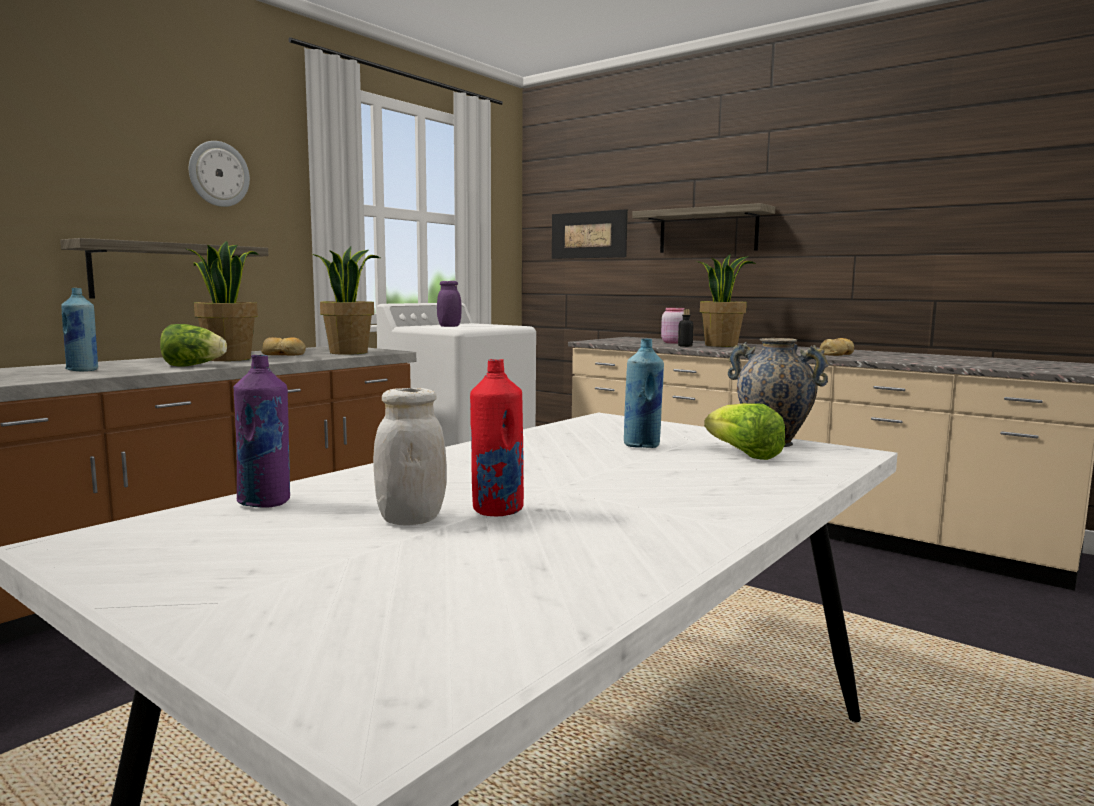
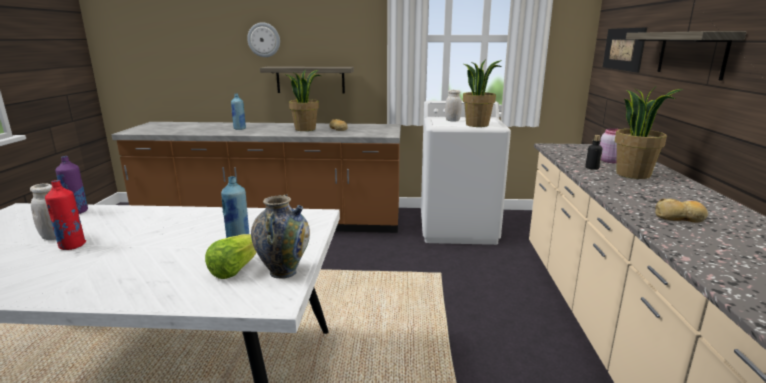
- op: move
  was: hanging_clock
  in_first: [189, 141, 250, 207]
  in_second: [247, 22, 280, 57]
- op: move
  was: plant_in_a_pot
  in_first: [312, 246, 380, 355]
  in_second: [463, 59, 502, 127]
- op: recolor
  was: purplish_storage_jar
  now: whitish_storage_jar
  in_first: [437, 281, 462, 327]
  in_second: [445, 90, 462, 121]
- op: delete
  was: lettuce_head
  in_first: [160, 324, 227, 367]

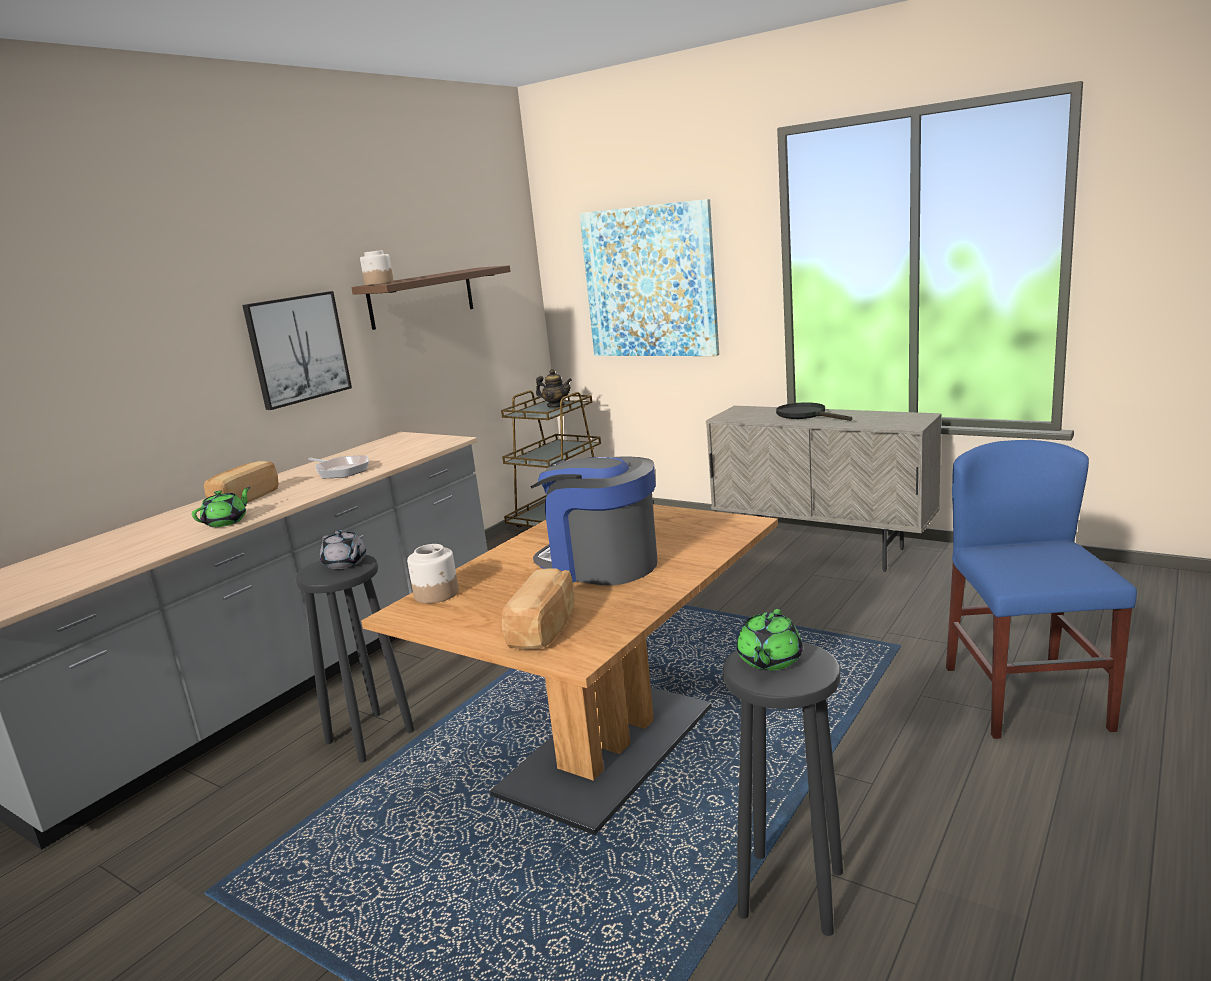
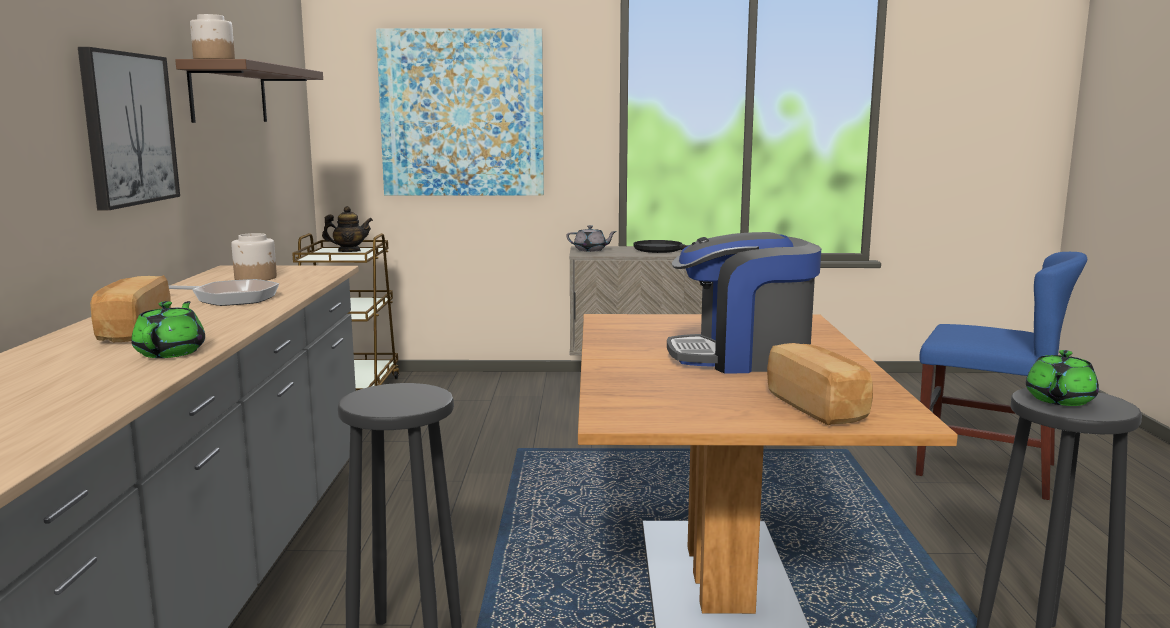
- op: rotate
  was: blue_plain_chair
  in_first: [946, 440, 1137, 739]
  in_second: [916, 252, 1087, 500]
  clockwise: 150
- op: move
  was: greyish_pot_for_tea
  in_first: [320, 530, 366, 569]
  in_second: [566, 225, 617, 252]
- op: move
  was: storage_jar
  in_first: [407, 544, 459, 604]
  in_second: [231, 233, 277, 280]
- op: rotate
  was: greenish_pot_for_tea
  in_first: [737, 609, 803, 670]
  in_second: [1026, 350, 1099, 406]
  clockwise: 45

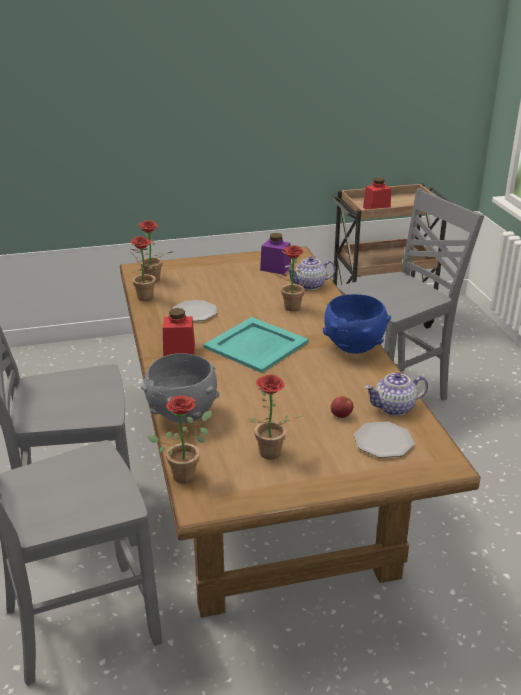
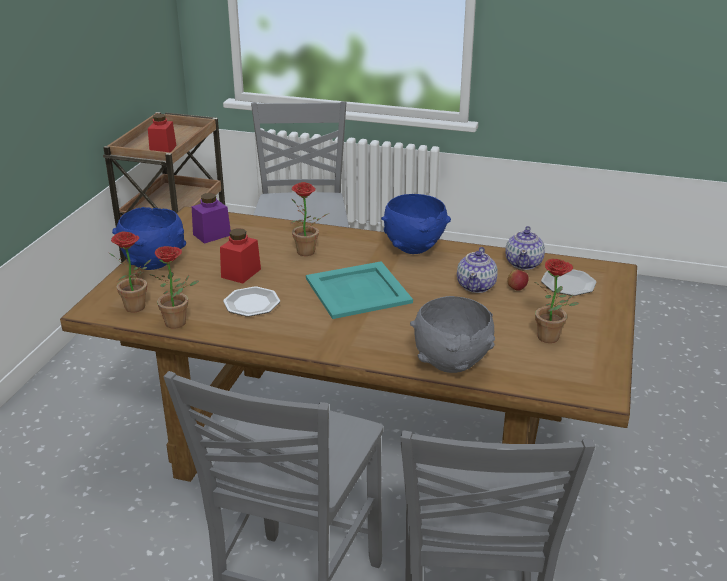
- op: move
  was: pot_for_tea
  in_first: [285, 257, 336, 290]
  in_second: [457, 247, 498, 293]
- op: move
  was: red-coloured_storage_jar
  in_first: [163, 308, 195, 357]
  in_second: [220, 228, 261, 284]
- op: delete
  was: plant_in_a_pot
  in_first: [148, 395, 212, 483]
- op: insert
  now: blue_deep_dish
  in_second: [112, 207, 186, 270]

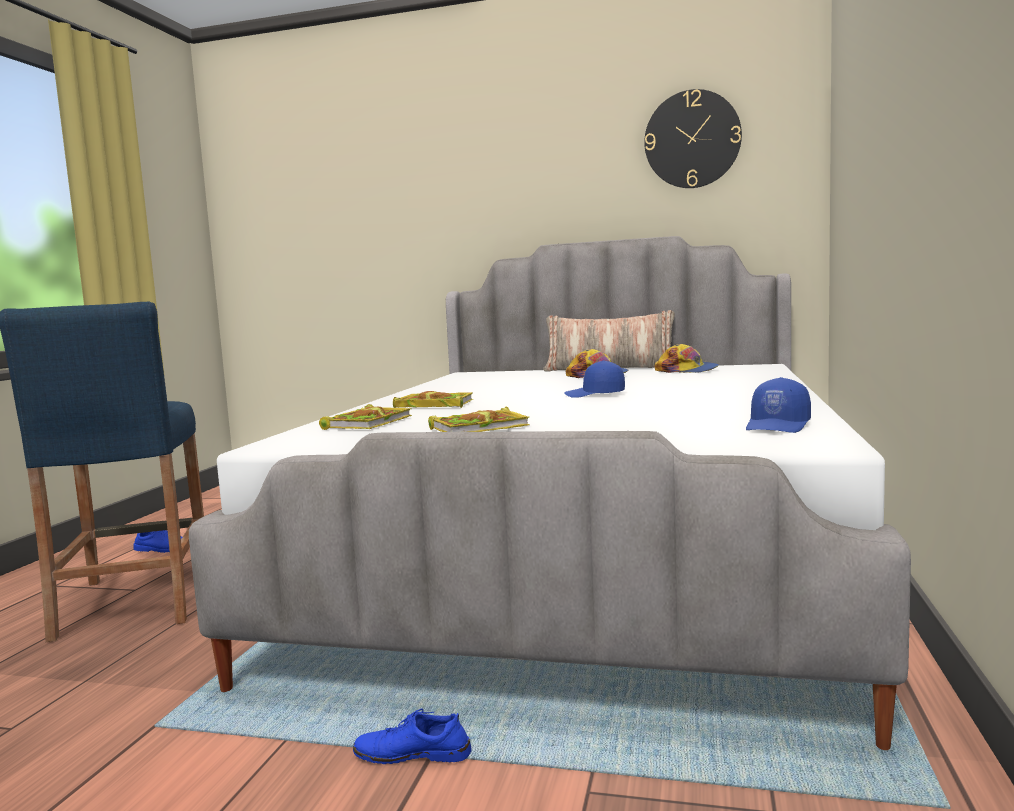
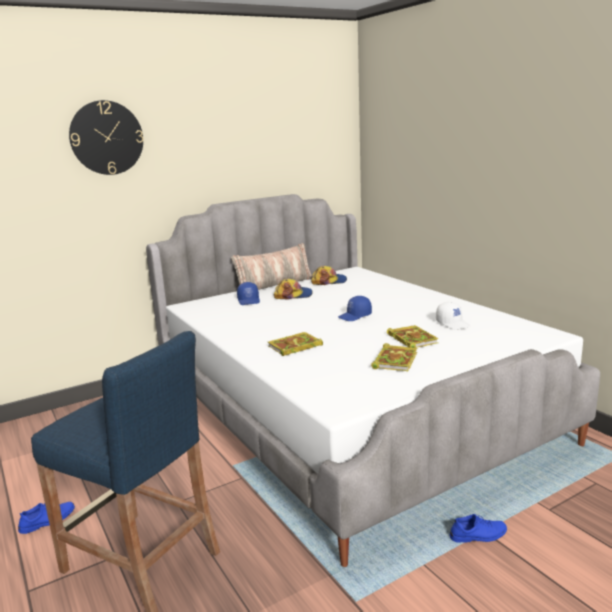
- op: move
  was: hanging_clock
  in_first: [644, 89, 742, 188]
  in_second: [69, 100, 143, 175]
- op: move
  was: blue_cap
  in_first: [746, 377, 811, 433]
  in_second: [237, 282, 260, 305]
- op: move
  was: volume
  in_first: [319, 404, 412, 430]
  in_second: [387, 325, 439, 348]
- op: rotate
  was: blue_item_of_footwear
  in_first: [353, 709, 472, 764]
  in_second: [449, 514, 507, 543]
  clockwise: -150
- op: insert
  now: whitish_cap
  in_second: [436, 302, 470, 330]

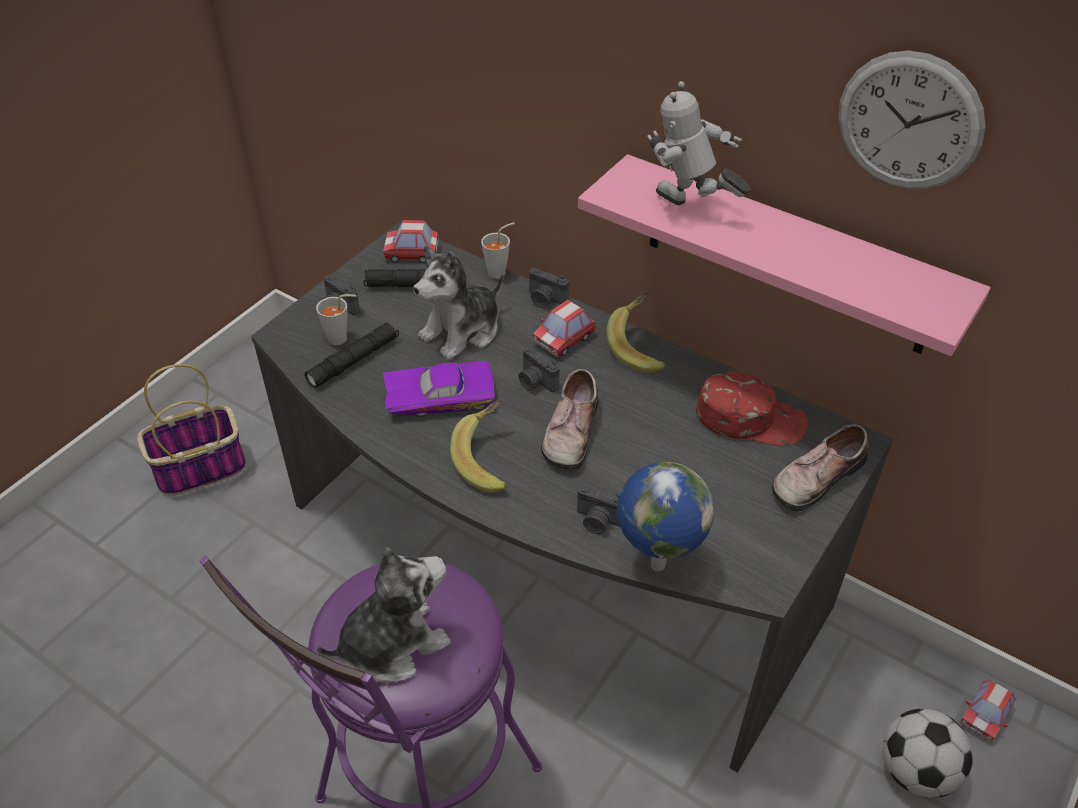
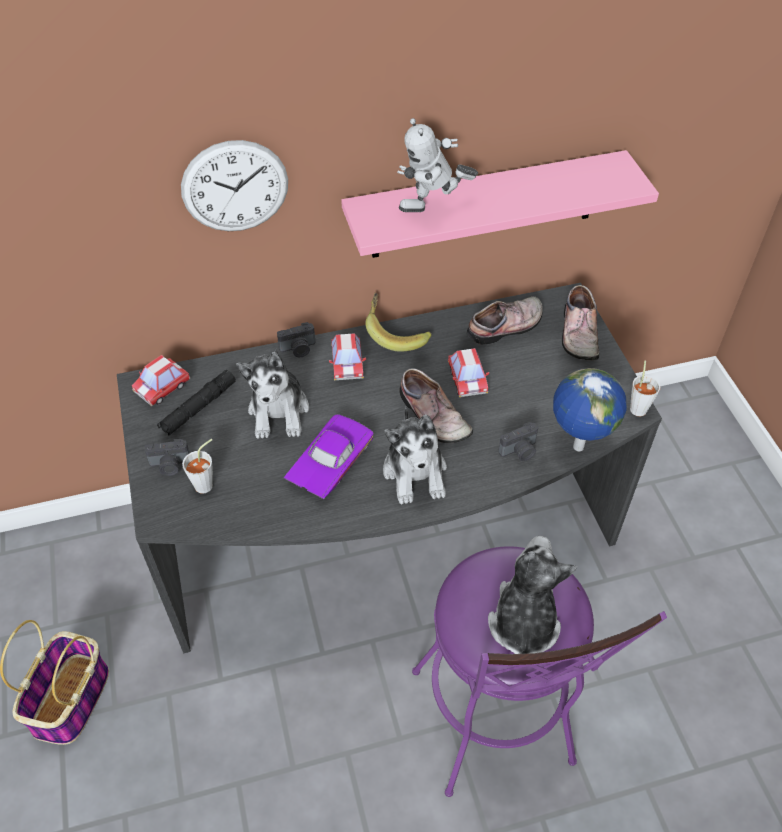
- op: move
  was: hanging_clock
  in_first: [838, 51, 986, 189]
  in_second: [181, 140, 288, 231]
- op: move
  was: greyish_small_cup
  in_first: [481, 222, 515, 279]
  in_second: [630, 361, 660, 416]
- op: delete
  was: blackish_flashlight
  in_first: [305, 322, 399, 388]
- op: delete
  was: photo_camera
  in_first: [519, 346, 559, 392]
- op: replace
  was: red-coloured_cap
  now: item_of_footwear
  in_first: [696, 371, 808, 446]
  in_second: [467, 296, 543, 345]
- op: replace
  was: whole_banana
  now: plush_toy
  in_first: [450, 399, 507, 493]
  in_second: [383, 407, 447, 504]
- op: move
  was: model_car
  in_first: [959, 679, 1017, 743]
  in_second: [448, 348, 489, 397]
- op: delete
  was: football_ball
  in_first: [883, 709, 973, 798]

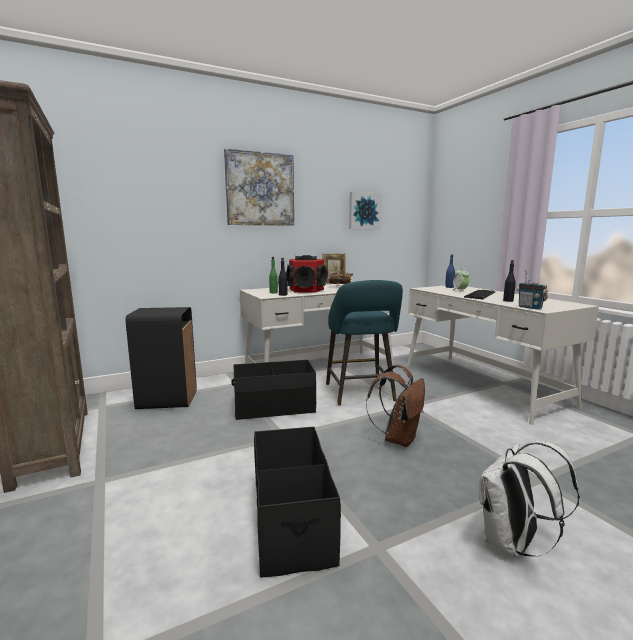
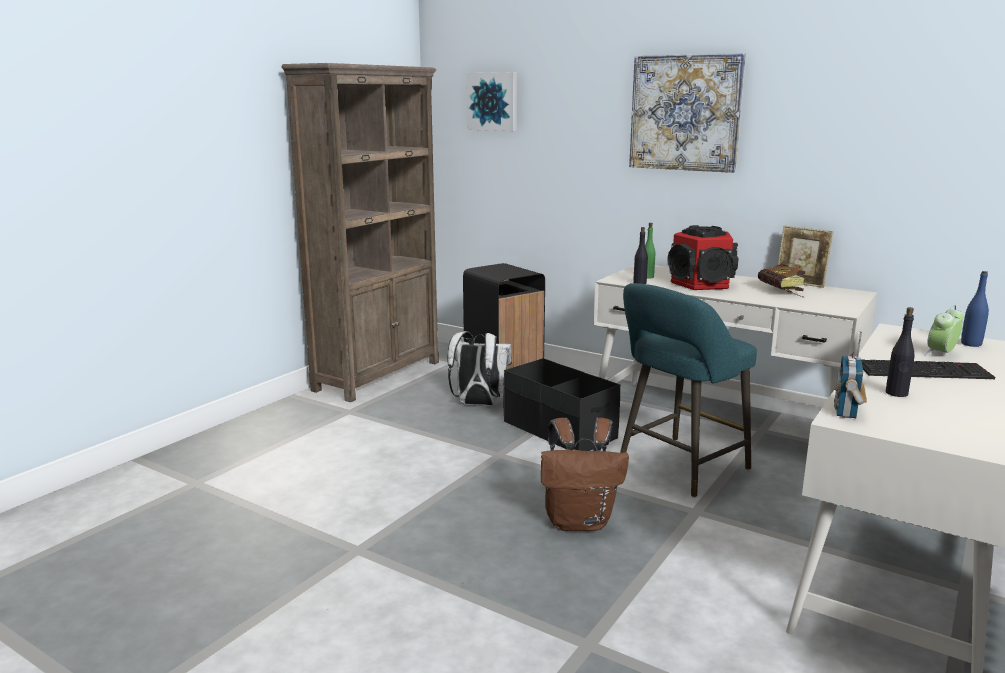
- op: move
  was: picture
  in_first: [349, 192, 382, 229]
  in_second: [467, 72, 517, 131]
- op: delete
  was: blackish_storage_box
  in_first: [254, 427, 341, 578]
- op: move
  was: whitish_backpack
  in_first: [479, 441, 580, 558]
  in_second: [448, 331, 512, 406]

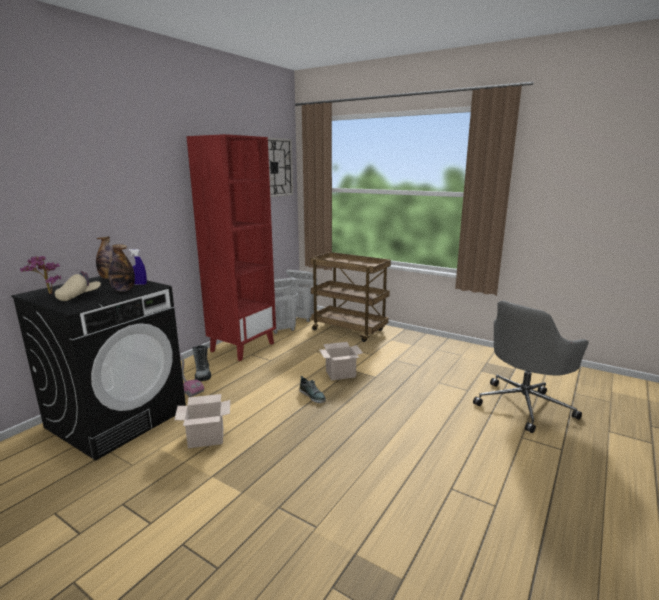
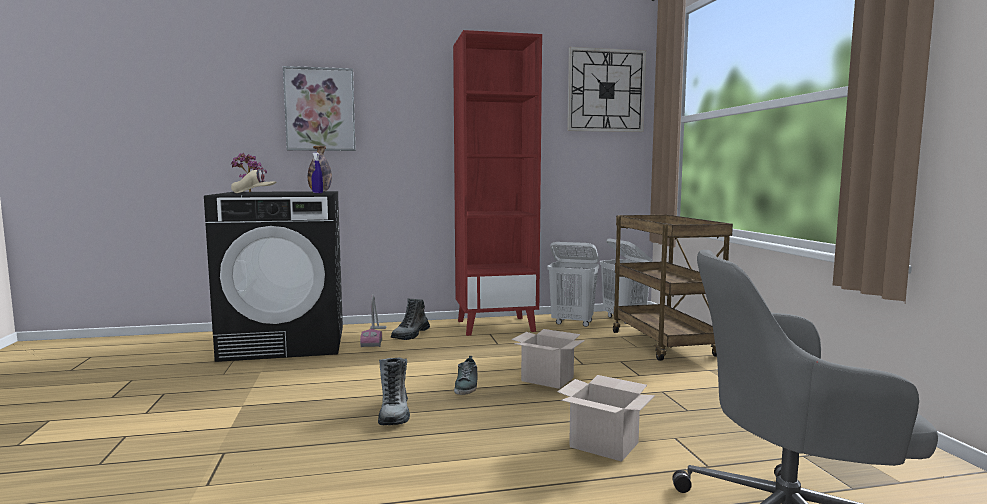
- op: delete
  was: beverage_bottle
  in_first: [108, 244, 135, 291]
- op: move
  was: cardboard_box
  in_first: [174, 394, 230, 448]
  in_second: [557, 375, 655, 462]
- op: insert
  now: picture
  in_second: [283, 66, 356, 151]
- op: insert
  now: boot
  in_second: [378, 357, 410, 425]

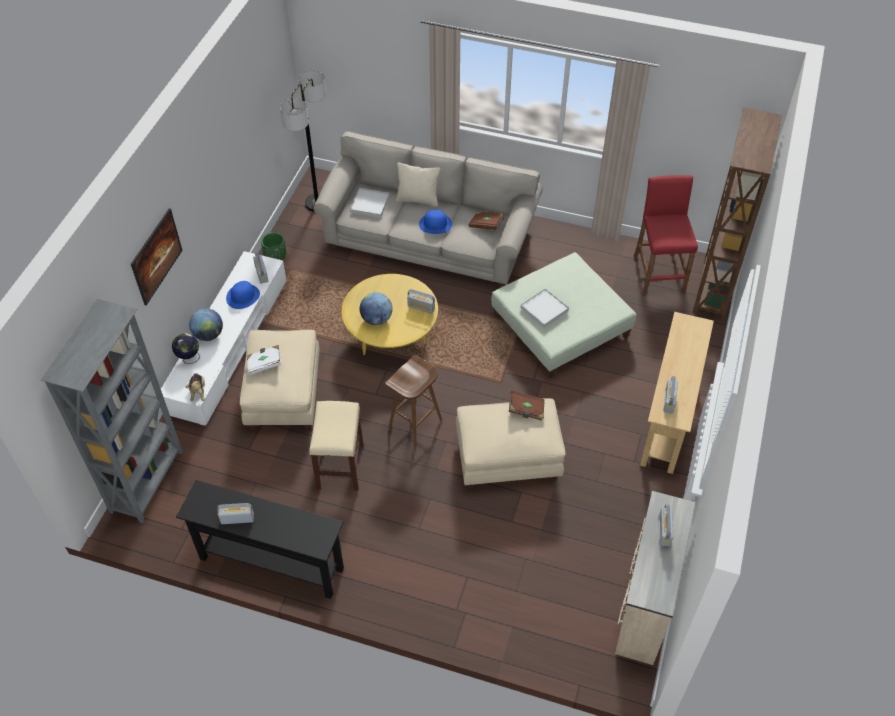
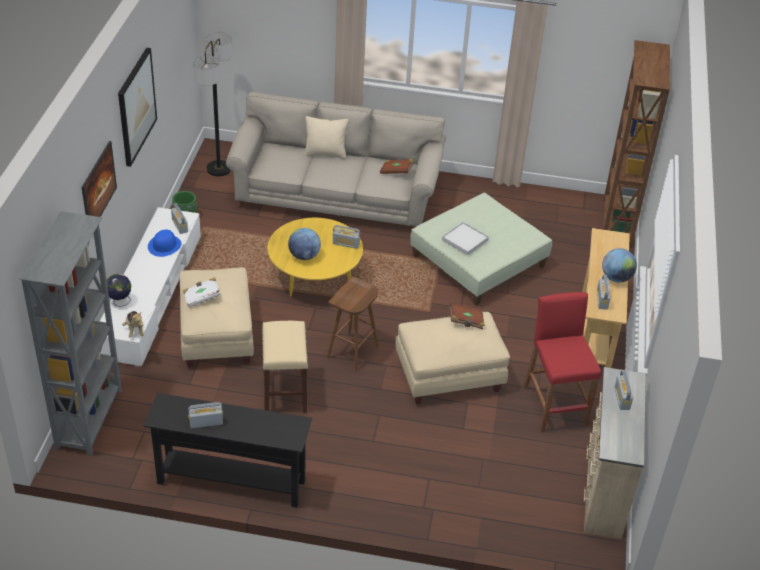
- op: move
  was: red-coloured_stool_seat
  in_first: [634, 175, 698, 296]
  in_second: [523, 292, 601, 432]
- op: delete
  was: whitish_serving_tray
  in_first: [350, 188, 390, 218]
- op: delete
  was: blue_wearable_hat
  in_first: [419, 210, 452, 234]
- op: move
  was: globe
  in_first: [189, 308, 223, 341]
  in_second: [602, 248, 637, 282]
- op: insert
  now: picture
  in_second: [118, 47, 157, 167]

